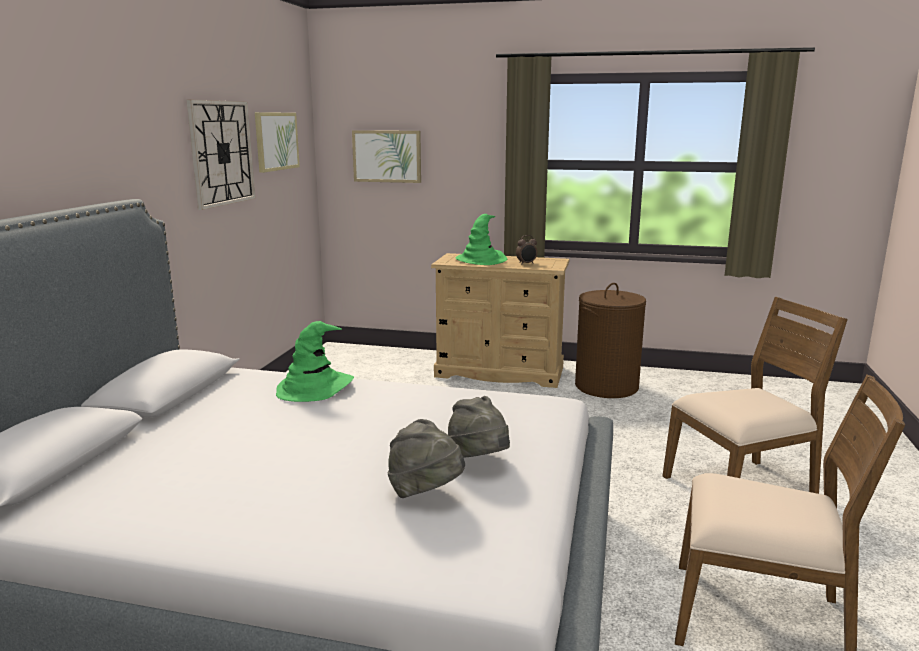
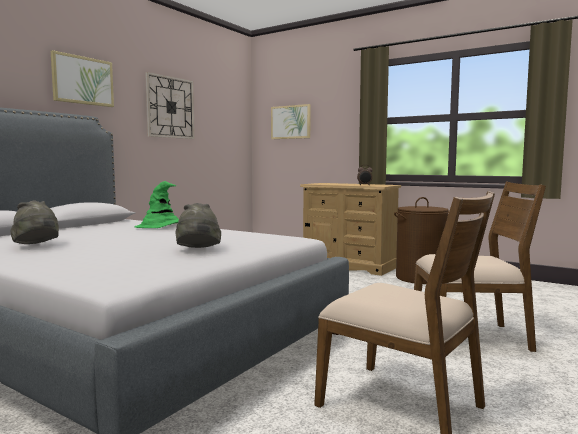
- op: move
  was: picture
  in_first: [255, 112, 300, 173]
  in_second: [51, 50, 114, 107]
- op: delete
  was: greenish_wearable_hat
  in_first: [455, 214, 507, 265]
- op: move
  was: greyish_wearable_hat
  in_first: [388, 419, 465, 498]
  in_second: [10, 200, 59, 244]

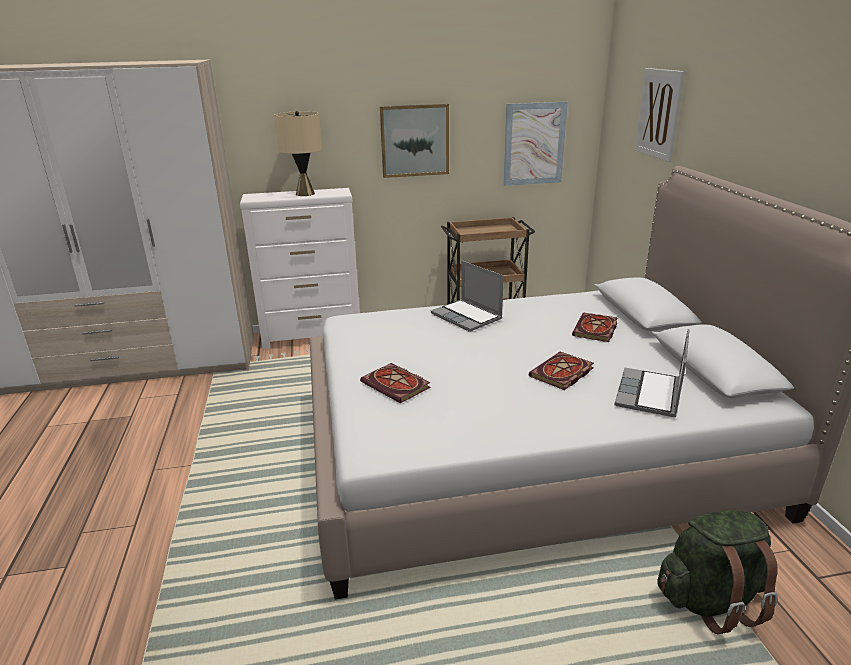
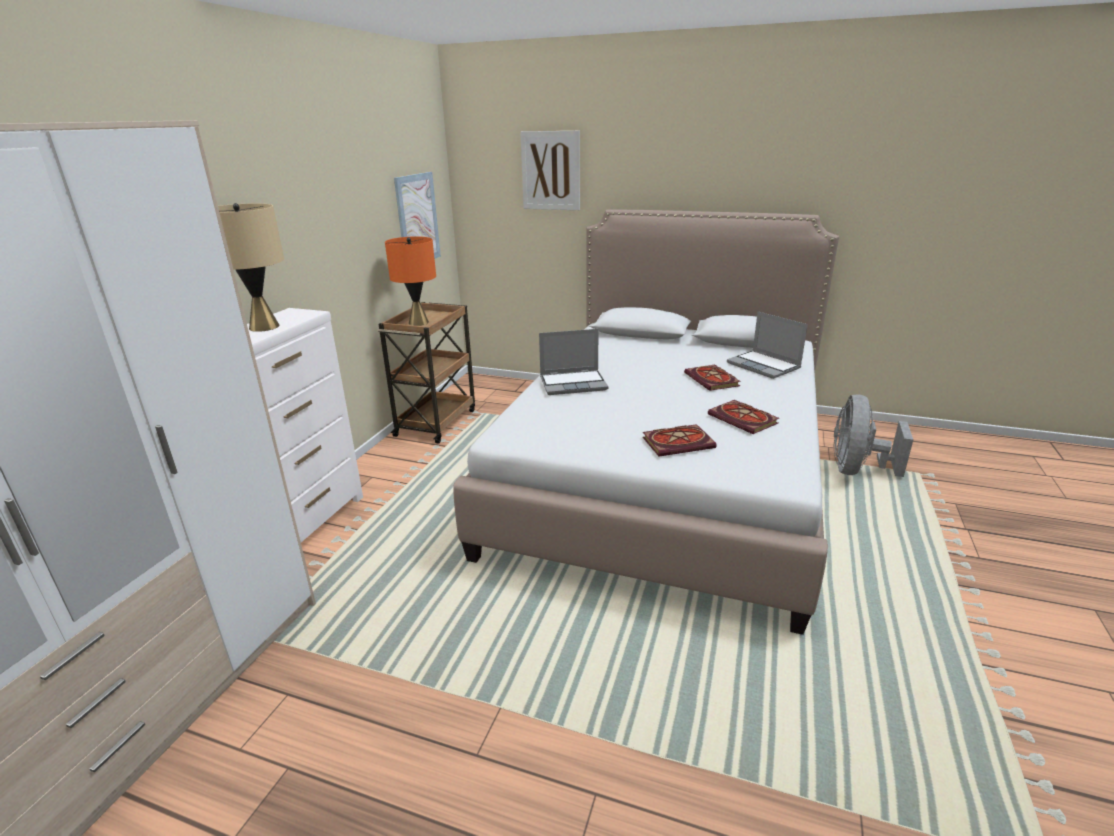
- op: delete
  was: picture
  in_first: [380, 104, 449, 178]
- op: move
  was: volume
  in_first: [572, 312, 618, 342]
  in_second: [708, 400, 779, 434]
- op: replace
  was: greenish_backpack
  now: greyish_fan
  in_first: [657, 510, 778, 634]
  in_second: [834, 395, 913, 477]
- op: insert
  now: orange-coloured_tabletop_lamp
  in_second: [385, 236, 436, 326]

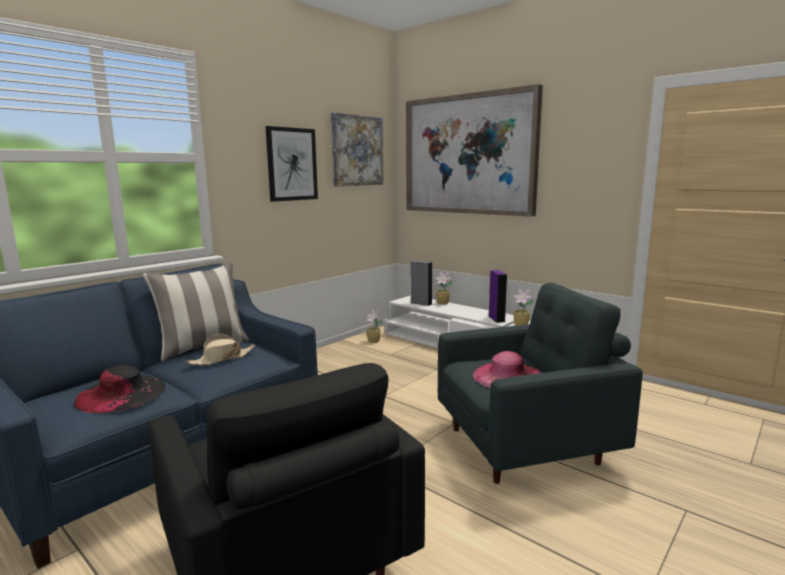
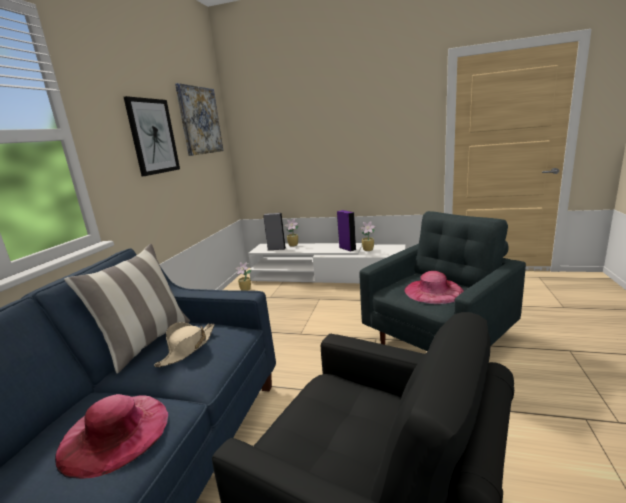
- op: delete
  was: picture
  in_first: [406, 84, 543, 217]
- op: recolor
  was: blackish_wearable_hat
  now: pink-coloured_wearable_hat
  in_first: [74, 365, 165, 413]
  in_second: [55, 394, 168, 479]

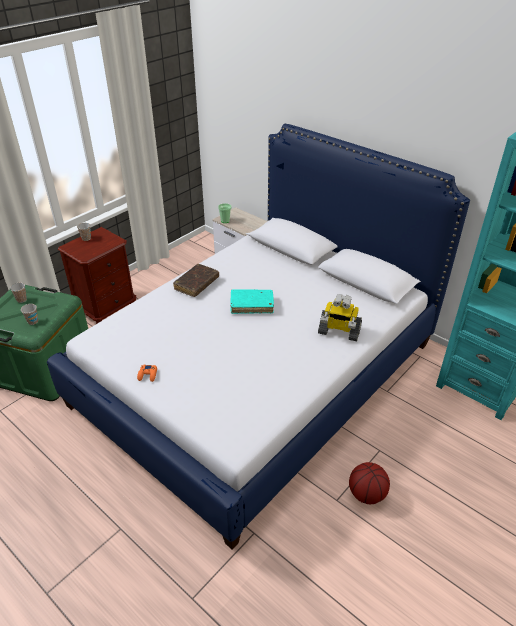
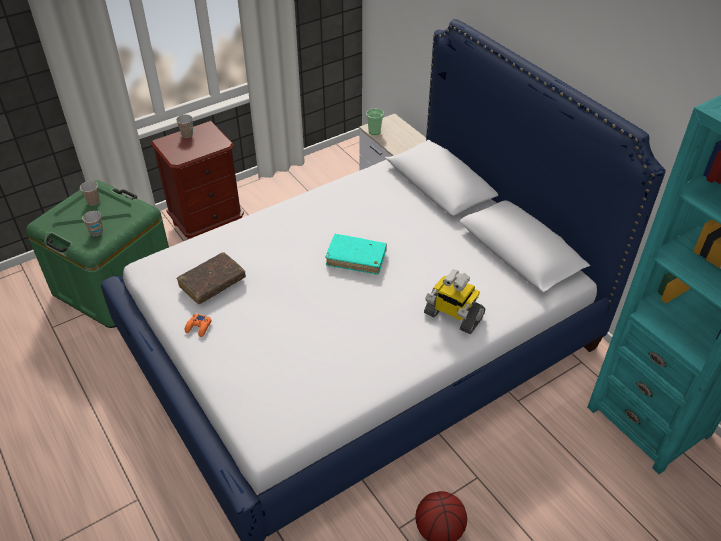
- op: move
  was: brownish_volume
  in_first: [173, 264, 219, 297]
  in_second: [176, 252, 246, 304]

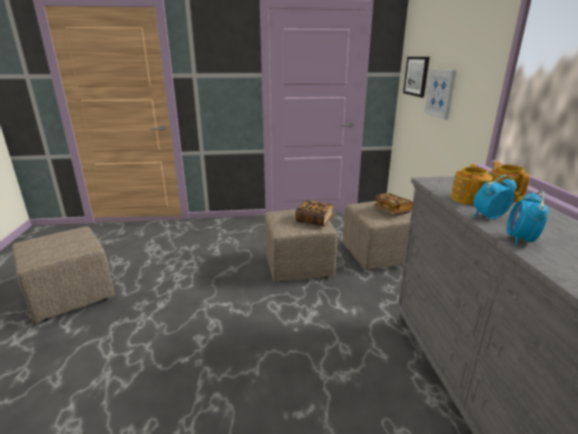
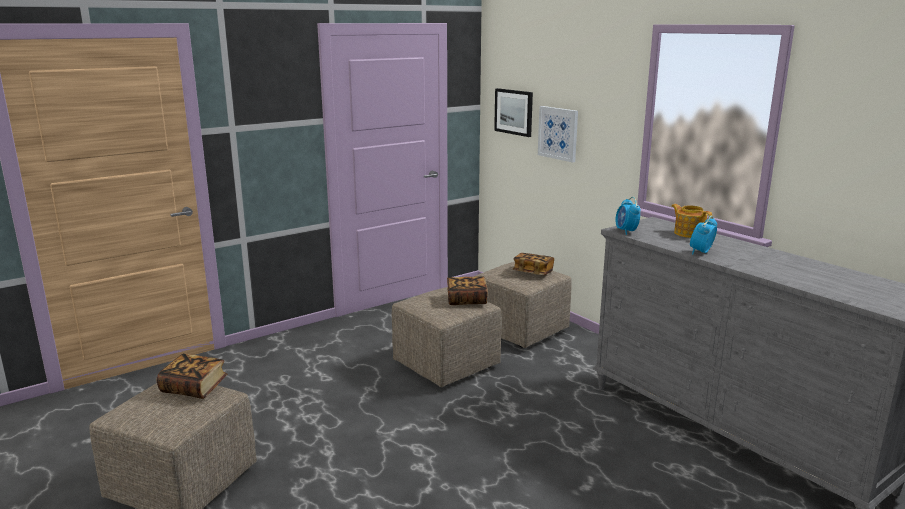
- op: delete
  was: pot_for_tea
  in_first: [451, 164, 493, 205]
- op: move
  was: bedside_clock
  in_first: [506, 191, 548, 246]
  in_second: [616, 197, 641, 235]
- op: insert
  now: volume
  in_second: [157, 353, 227, 399]

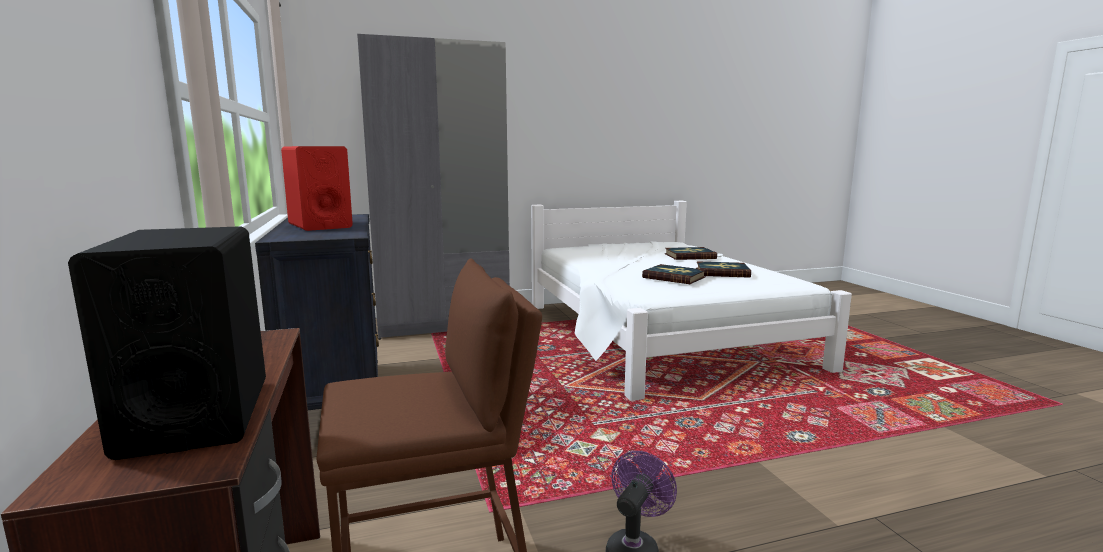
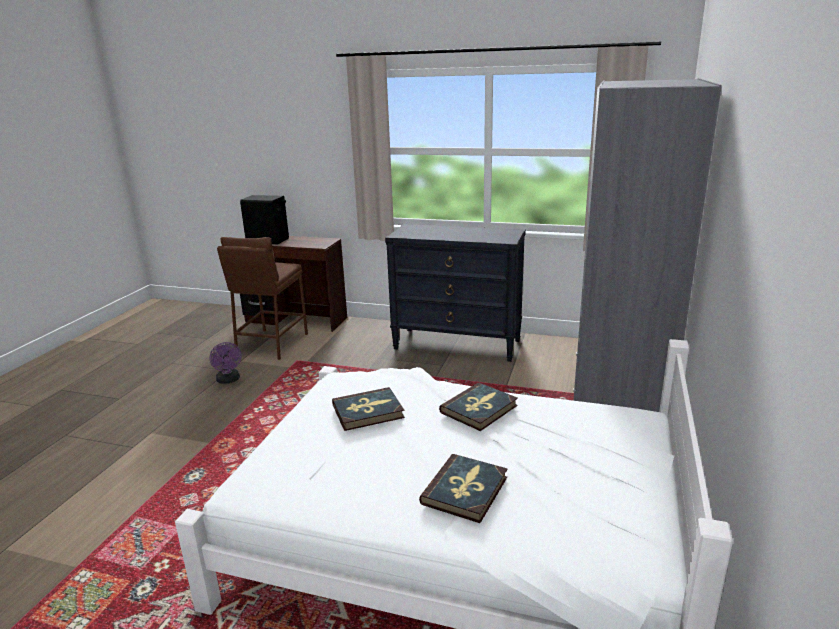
- op: delete
  was: red-coloured_loudspeaker
  in_first: [281, 146, 353, 231]
- op: move
  was: volume
  in_first: [696, 261, 751, 278]
  in_second: [439, 383, 518, 431]

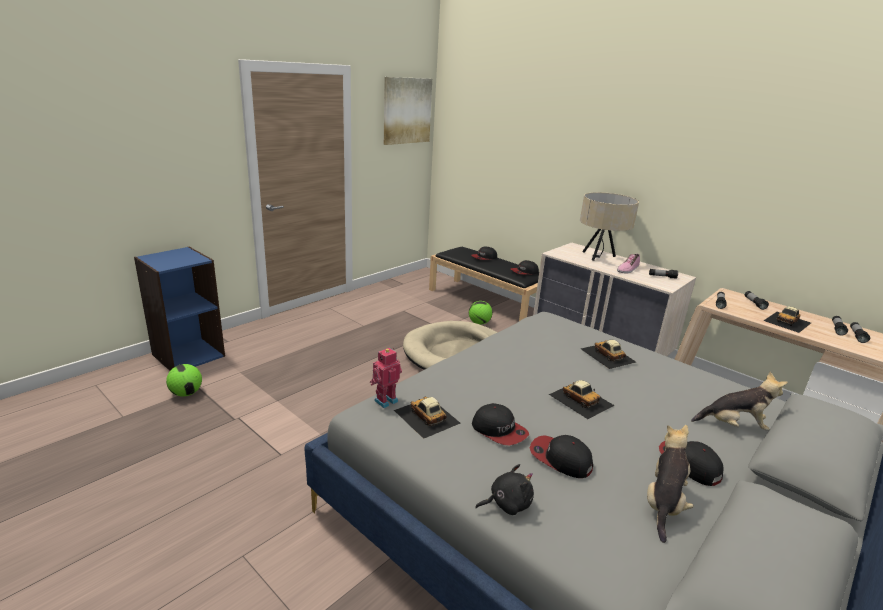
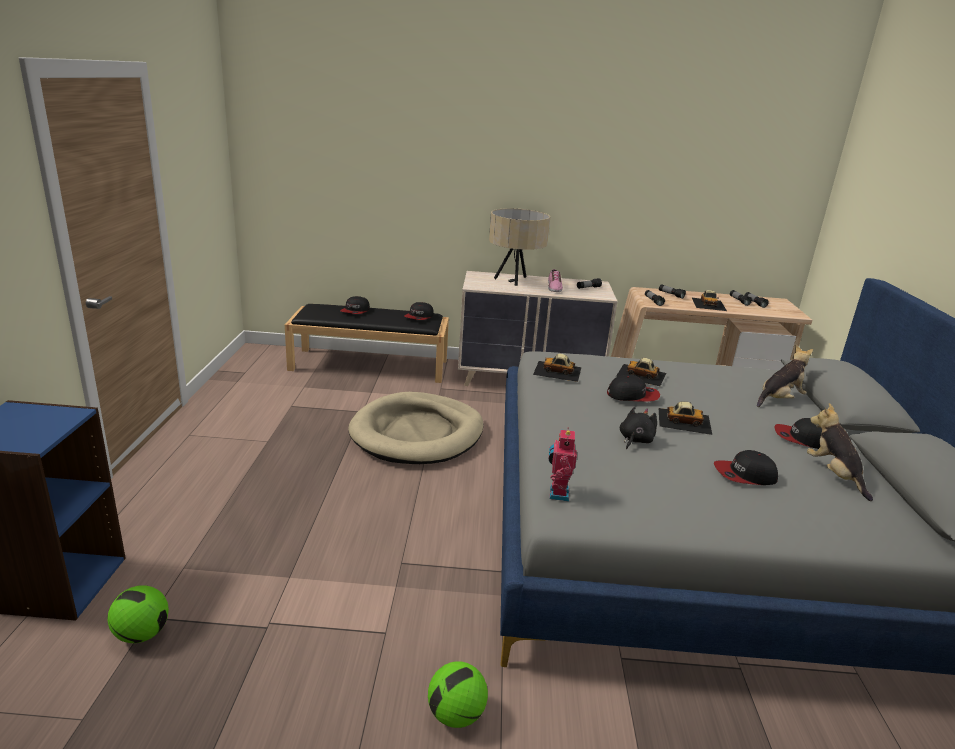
- op: delete
  was: picture
  in_first: [384, 77, 432, 145]
- op: move
  was: football_ball
  in_first: [469, 301, 493, 325]
  in_second: [428, 661, 488, 728]
- op: move
  was: model_car
  in_first: [394, 397, 461, 439]
  in_second: [533, 354, 582, 382]
- op: move
  was: cap
  in_first: [472, 403, 529, 445]
  in_second: [607, 375, 660, 402]
- op: move
  was: blackish_plush_toy
  in_first: [475, 464, 534, 515]
  in_second: [620, 407, 657, 449]

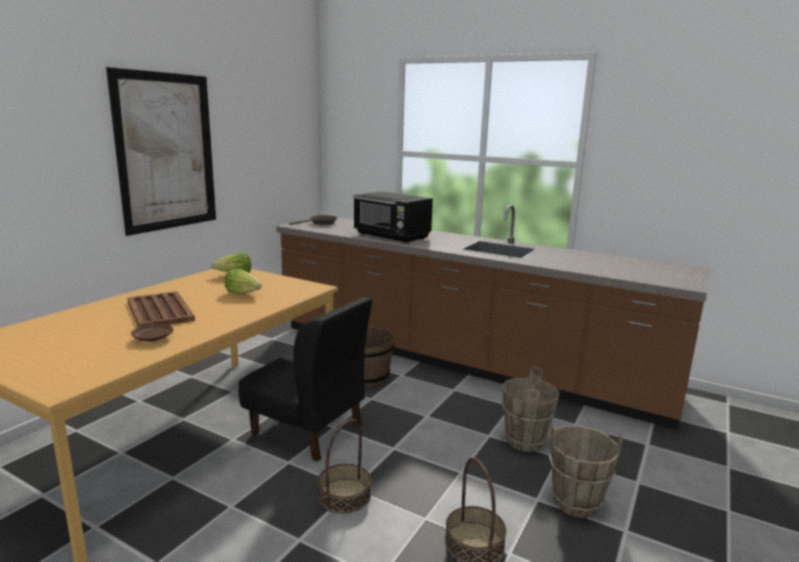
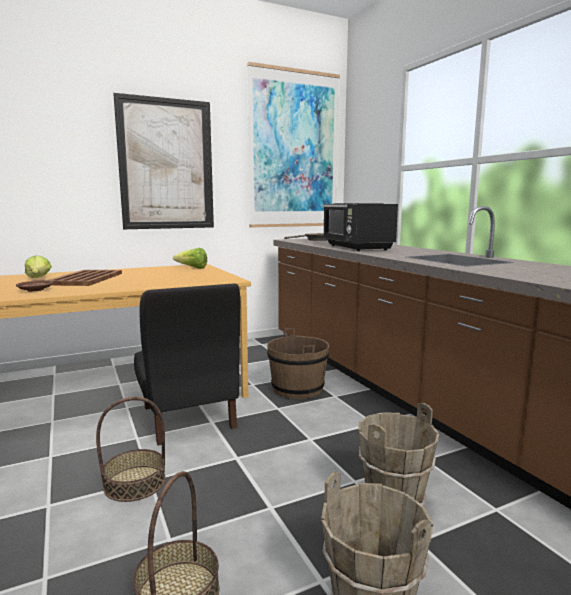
- op: move
  was: lettuce_head
  in_first: [225, 269, 262, 294]
  in_second: [25, 255, 52, 278]
- op: insert
  now: picture
  in_second: [247, 62, 340, 228]

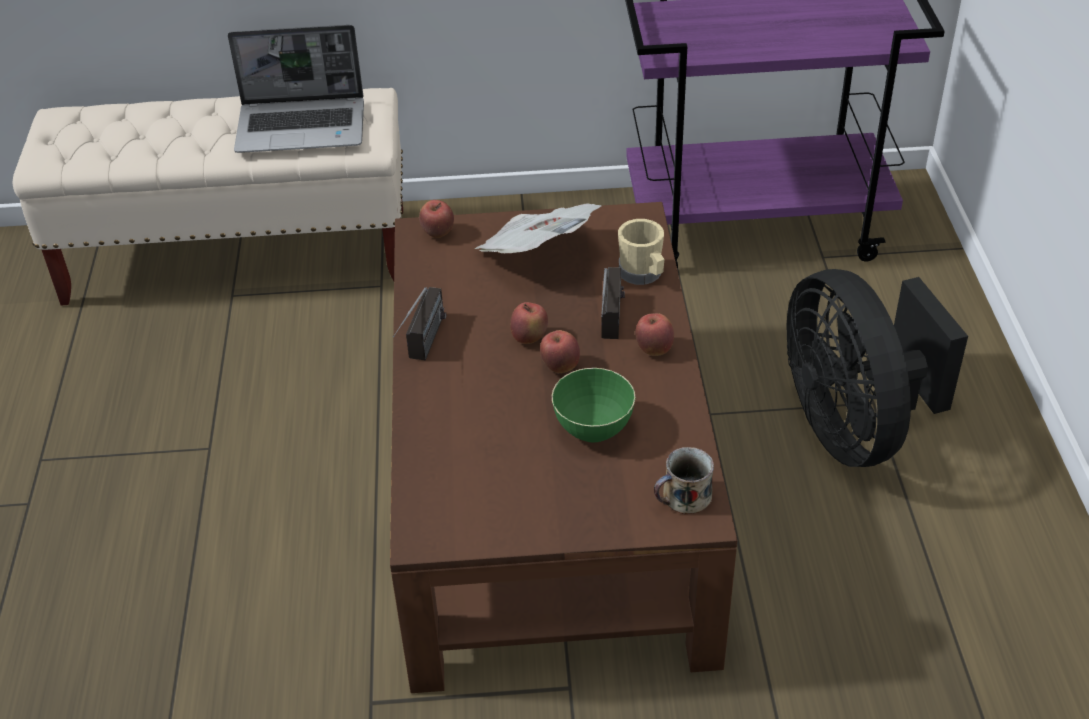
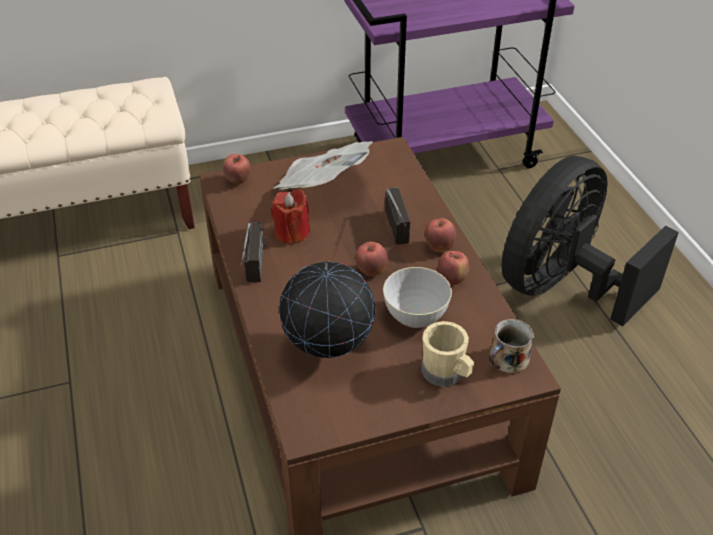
- op: delete
  was: laptop
  in_first: [228, 25, 364, 153]
- op: move
  was: beige-coloured_tea_mug
  in_first: [618, 219, 664, 285]
  in_second: [421, 321, 474, 386]
- op: rotate
  was: blackish_fan
  in_first: [787, 269, 968, 467]
  in_second: [502, 156, 679, 326]
  clockwise: 75
- op: move
  was: apple
  in_first: [510, 302, 548, 344]
  in_second: [437, 251, 470, 286]
- op: recolor
  was: greenish_deep_dish
  now: greyish_deep_dish
  in_first: [552, 368, 635, 442]
  in_second: [383, 267, 452, 328]
- op: insert
  now: red-coloured_candle
  in_second: [271, 189, 310, 245]
- op: insert
  now: globe
  in_second: [279, 262, 375, 358]

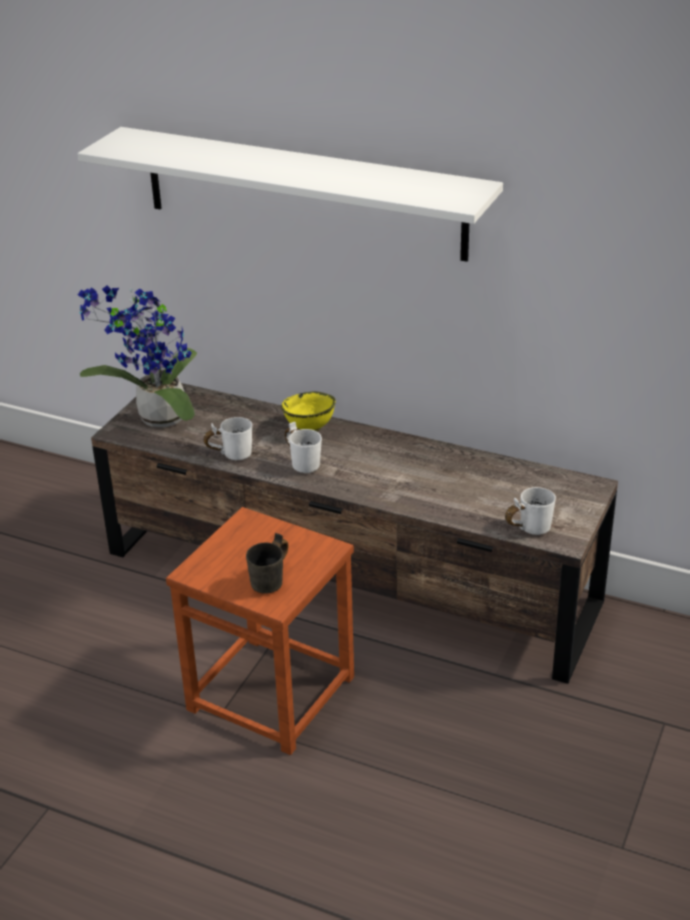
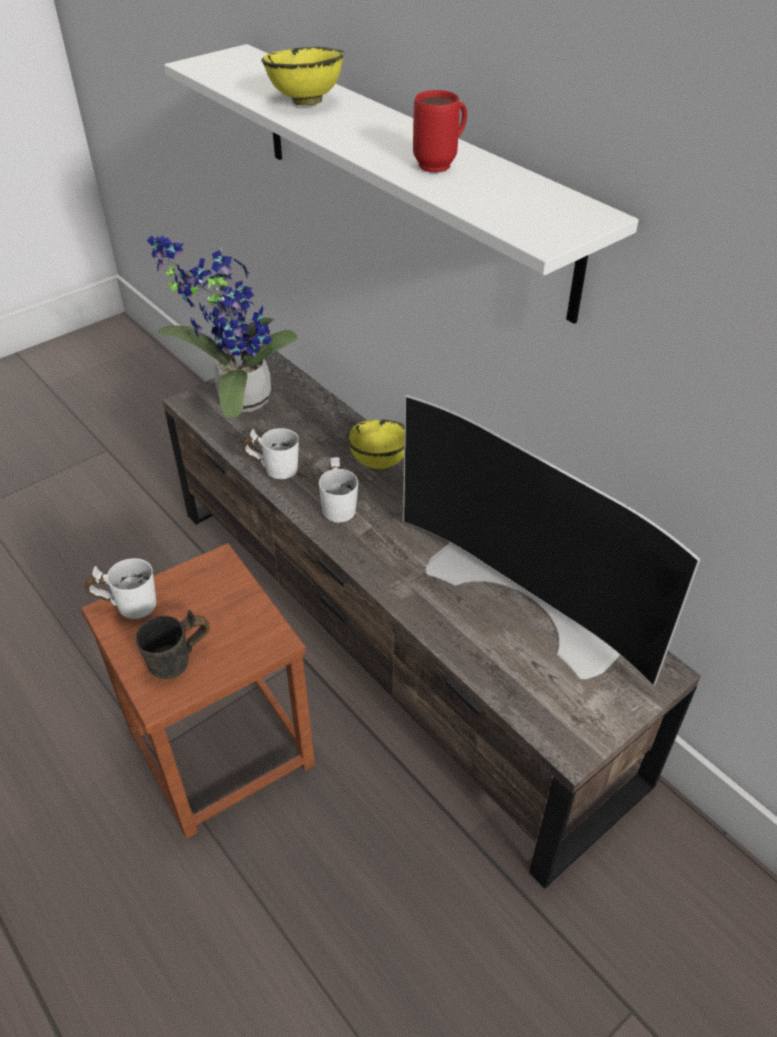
- op: move
  was: whitish_tea_mug
  in_first: [505, 487, 556, 535]
  in_second: [85, 558, 156, 619]
- op: insert
  now: yellowish_deep_dish
  in_second: [261, 47, 344, 105]
- op: insert
  now: red-coloured_tea_mug
  in_second: [413, 90, 467, 173]
- op: insert
  now: TV_set
  in_second: [403, 395, 700, 686]

